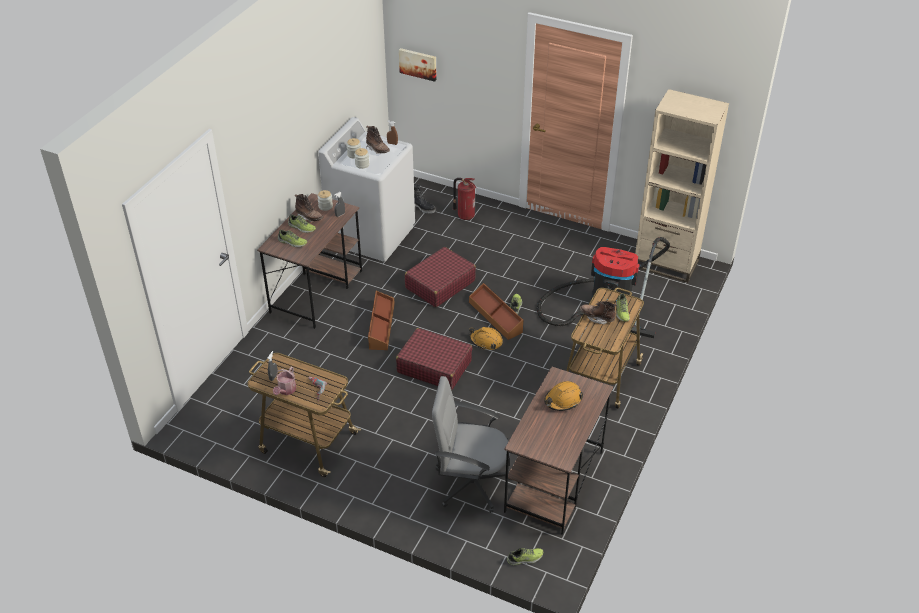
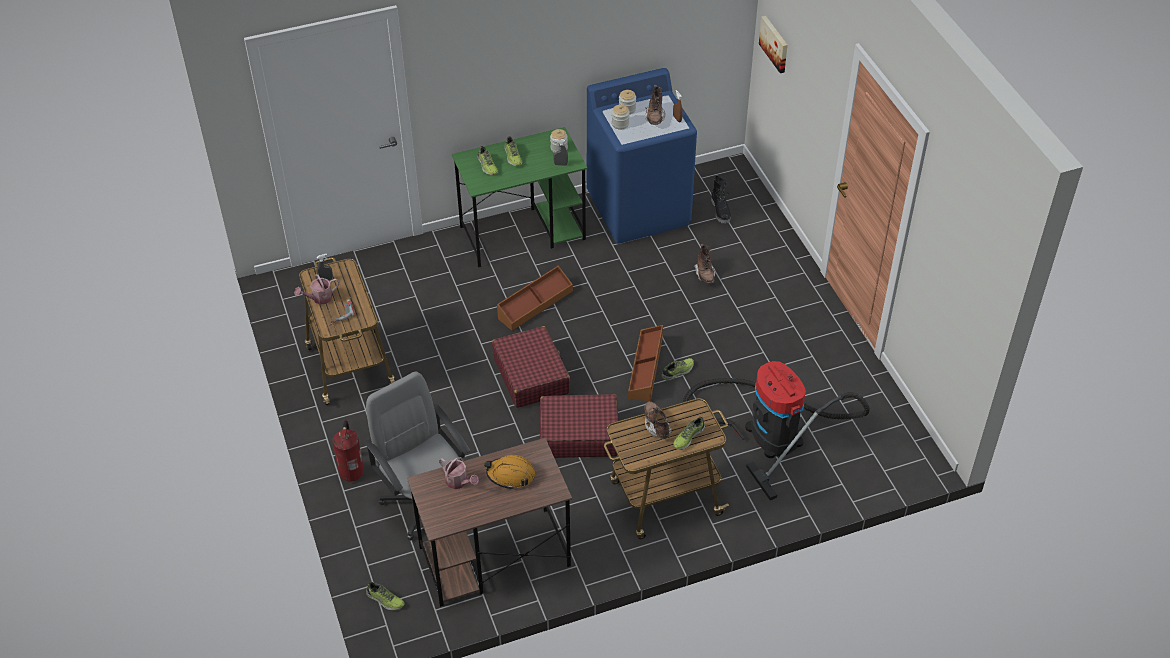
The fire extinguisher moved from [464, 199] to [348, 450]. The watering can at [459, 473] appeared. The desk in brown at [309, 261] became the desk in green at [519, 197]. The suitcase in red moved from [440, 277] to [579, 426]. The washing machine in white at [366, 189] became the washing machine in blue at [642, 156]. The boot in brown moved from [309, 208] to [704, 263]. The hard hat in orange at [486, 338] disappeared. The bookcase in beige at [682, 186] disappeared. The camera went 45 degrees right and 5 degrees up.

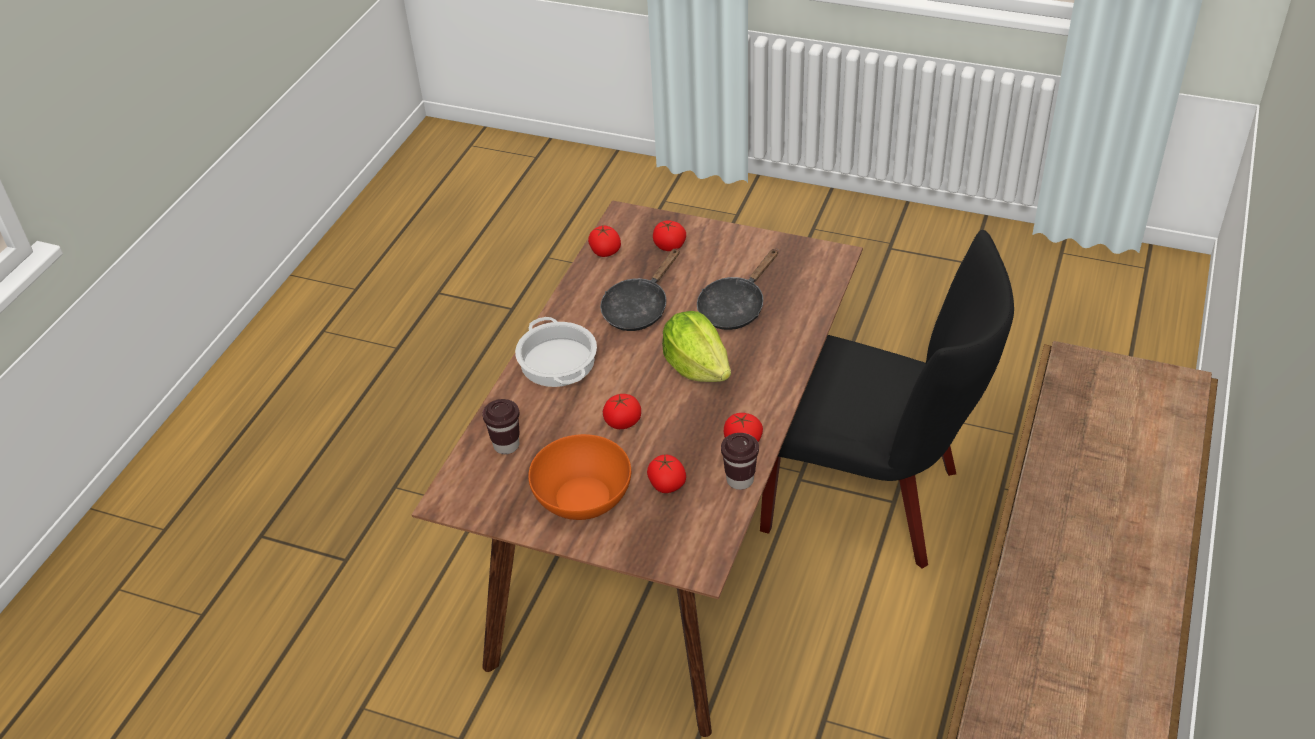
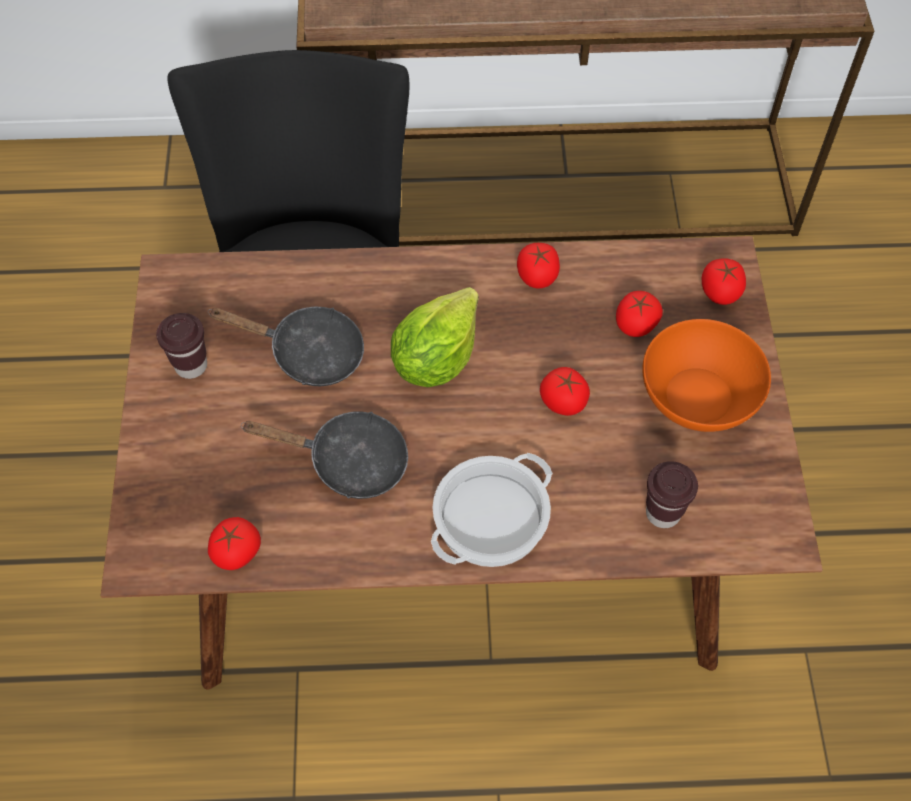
The cup in brown moved from [740, 461] to [181, 346]. The tomato moved from [669, 235] to [724, 281]. The camera went 115 degrees left and 15 degrees up.

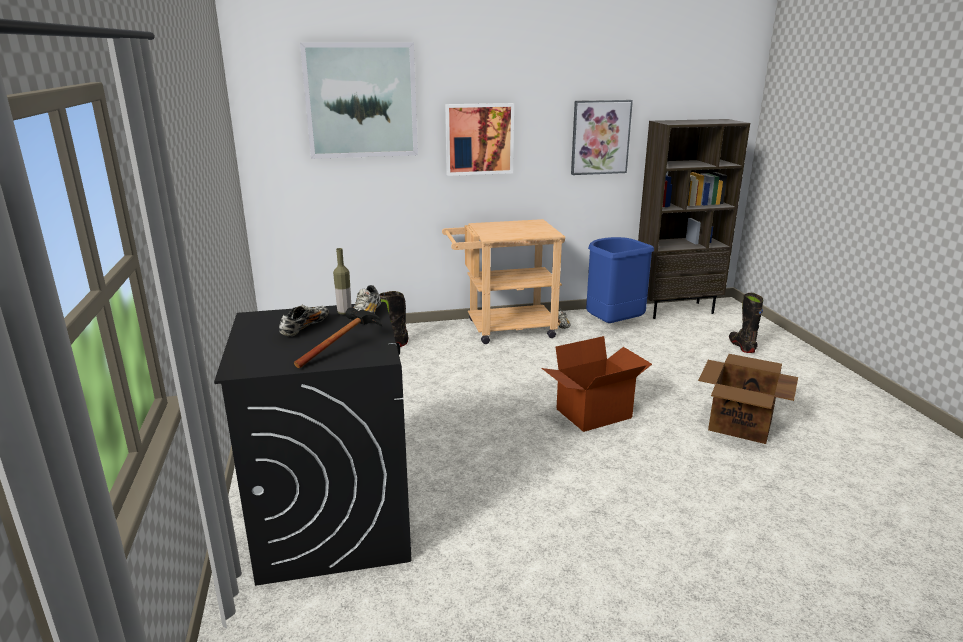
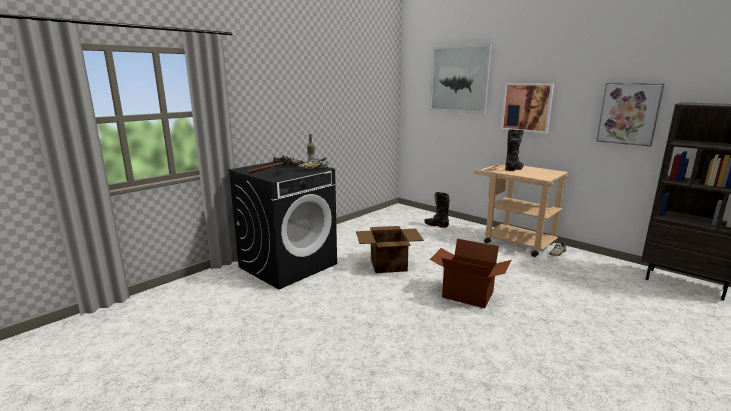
The cardboard box moved from [748, 399] to [390, 249]. The boot in black moved from [746, 323] to [514, 150]. The trash can in blue at [620, 280] disappeared. The camera went 55 degrees right and 5 degrees down.

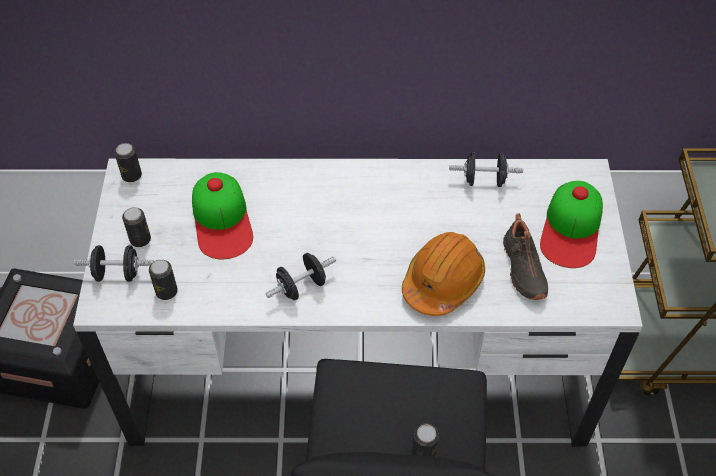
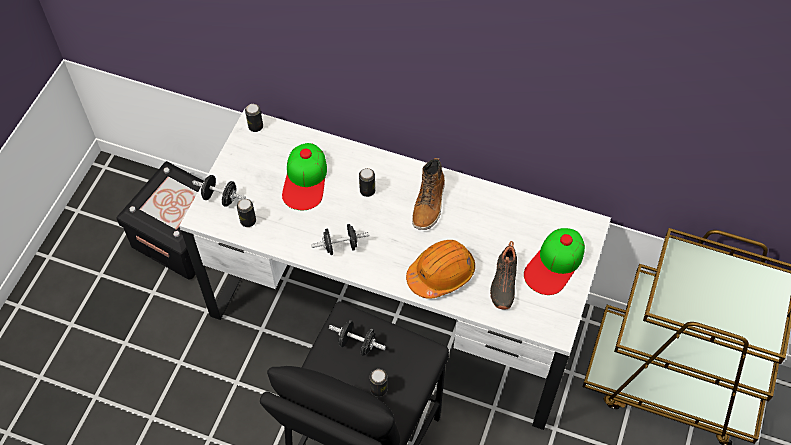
The dumbbell in black moved from [486, 169] to [357, 338]. The can moved from [136, 227] to [367, 182]. The boot at [428, 194] appeared. The camera went 20 degrees right and 5 degrees up.

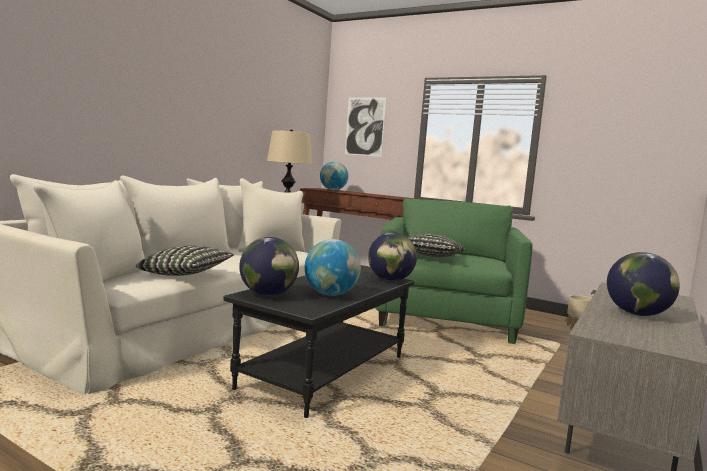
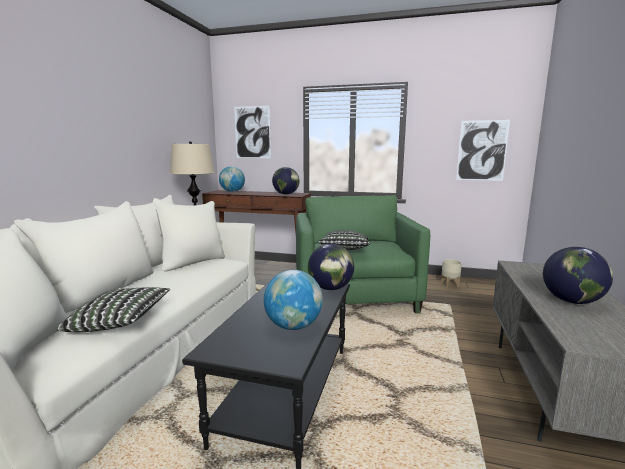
The globe moved from [269, 266] to [285, 181]. The picture at [483, 150] appeared. The camera went 15 degrees left and 5 degrees up.

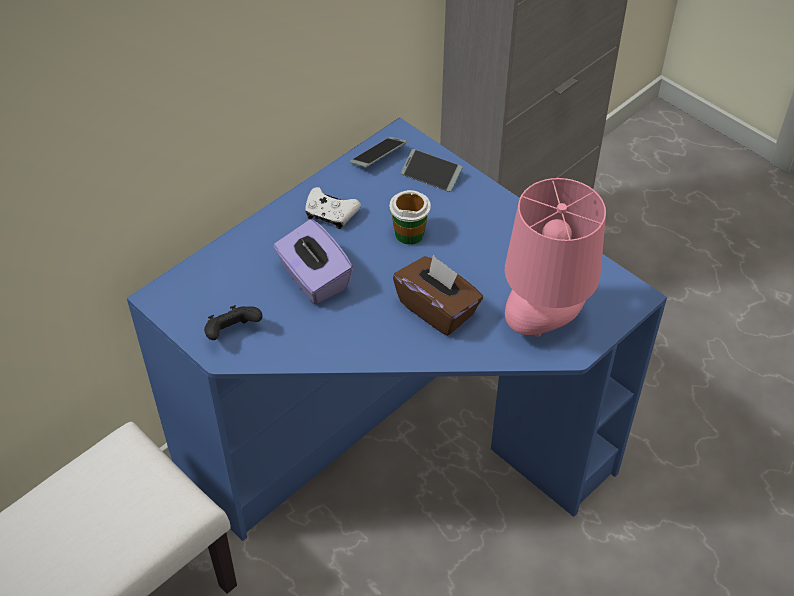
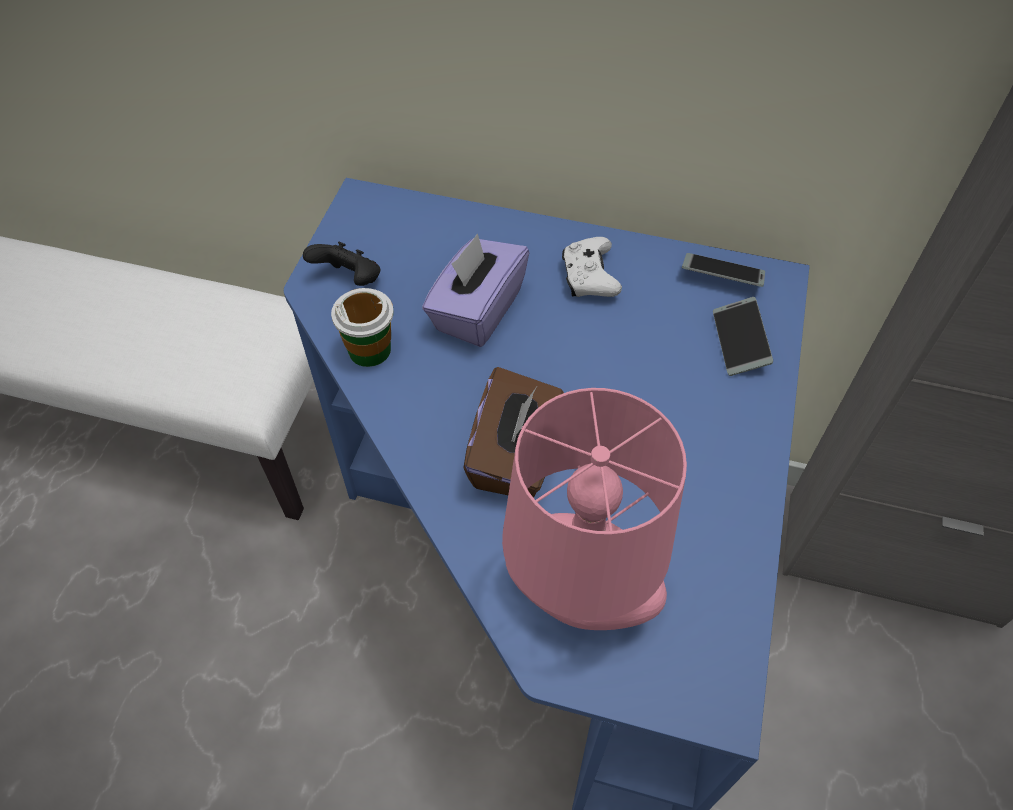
The cup moved from [410, 217] to [362, 327]. The camera went 60 degrees right and 5 degrees up.

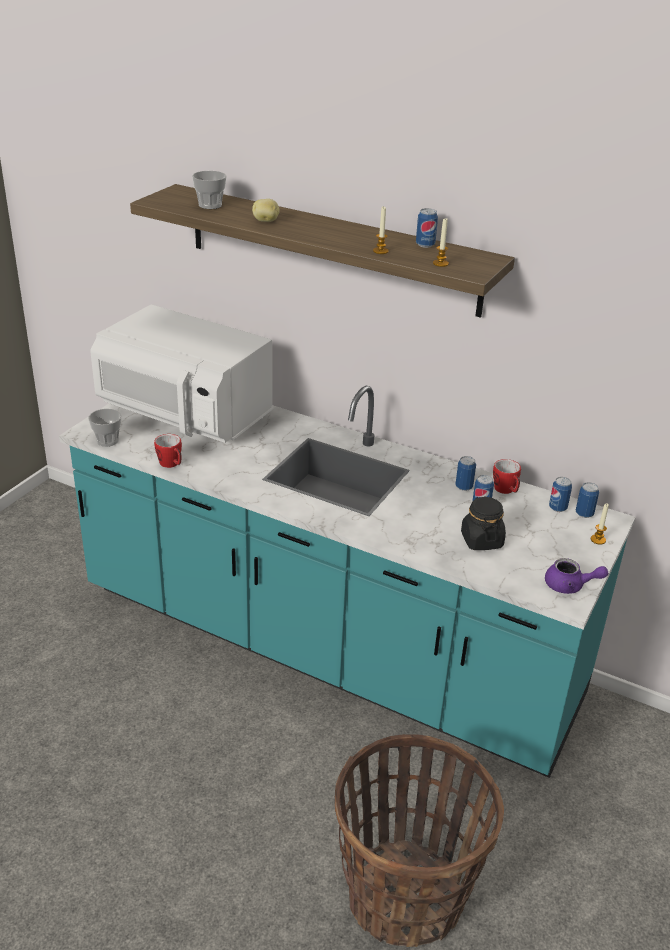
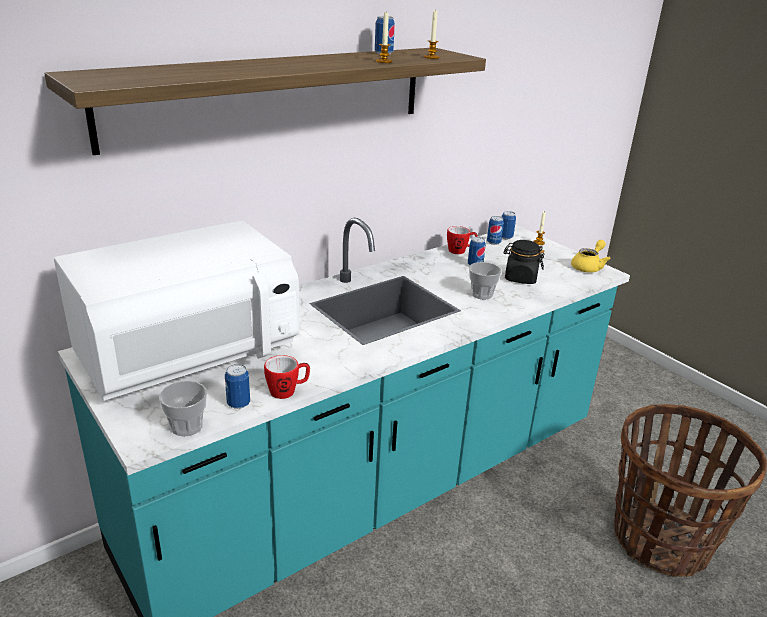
The can moved from [465, 473] to [237, 386]. The cup moved from [209, 190] to [485, 280]. The teapot in purple at [576, 576] became the teapot in yellow at [591, 256]. The potato at [266, 210] disappeared. The camera went 65 degrees left and 5 degrees down.

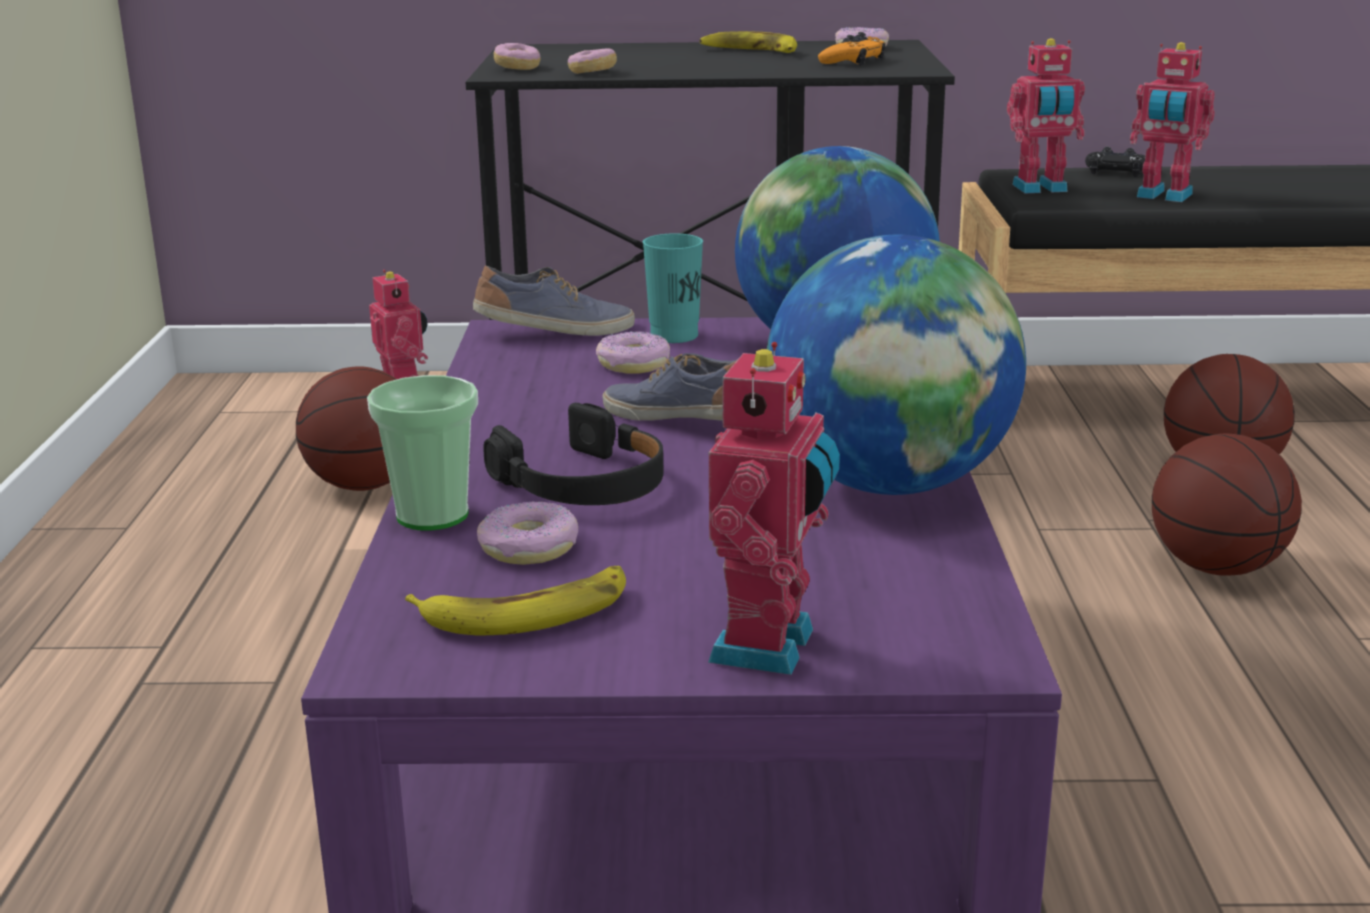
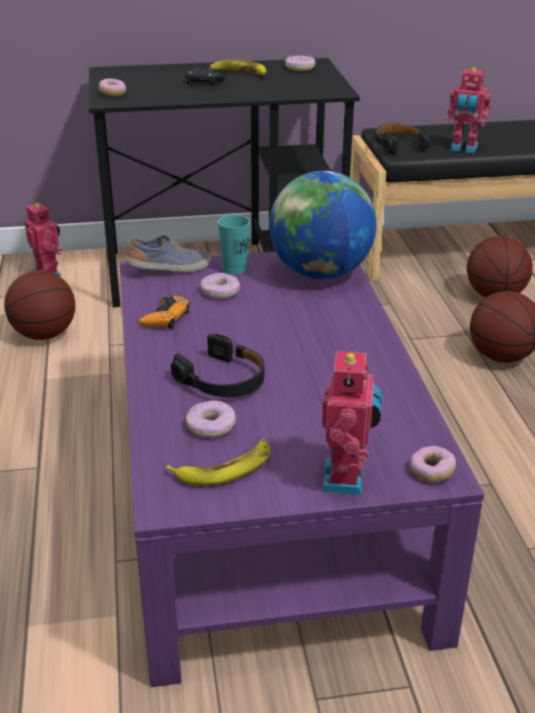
The game controller in orange moved from [851, 49] to [164, 312]. The game controller in black moved from [1115, 162] to [205, 76]. The toy robot at [1046, 115] was replaced by the headphones in black at [402, 139]. The donut moved from [592, 61] to [433, 464]. The cup at [422, 453] disappeared. The shoe at [670, 387] disappeared. The globe at [896, 365] disappeared. The camera went 10 degrees left and 10 degrees up.

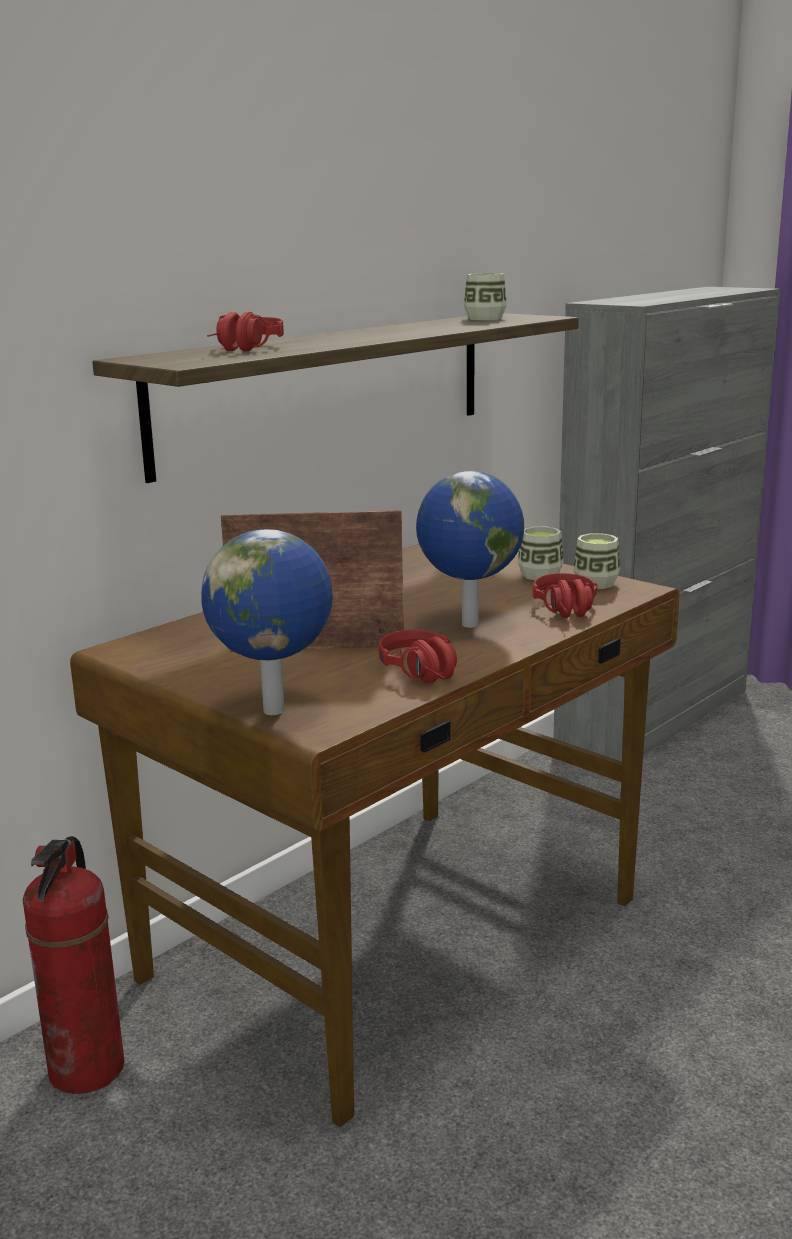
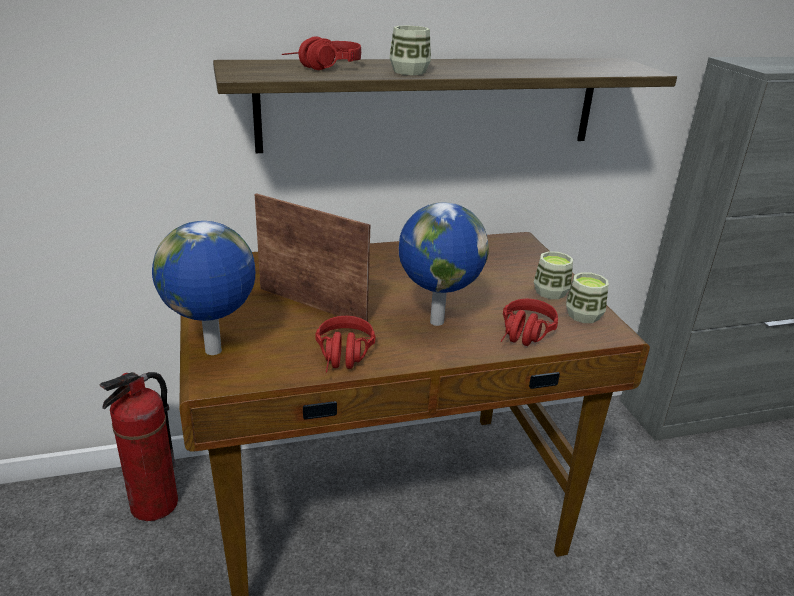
The cup moved from [485, 296] to [410, 50]. The camera went 30 degrees right and 10 degrees up.

